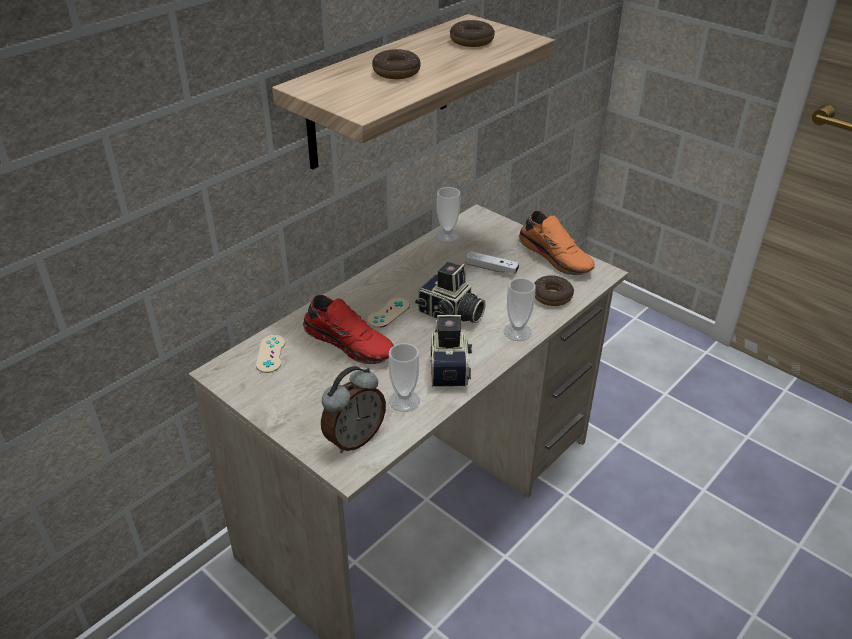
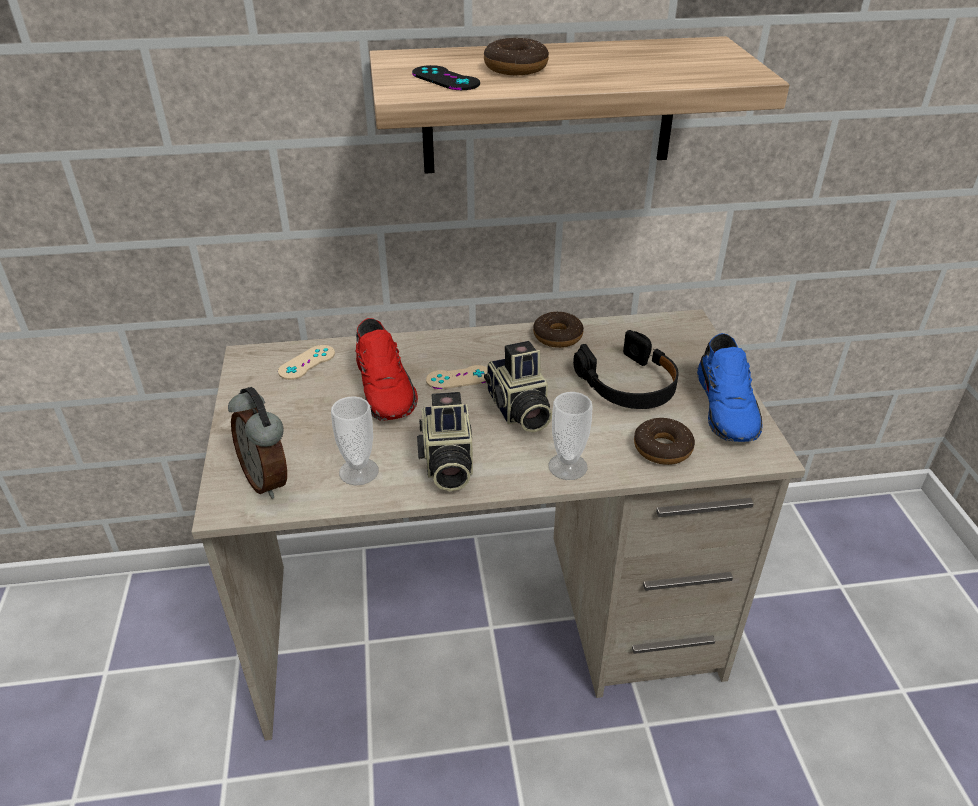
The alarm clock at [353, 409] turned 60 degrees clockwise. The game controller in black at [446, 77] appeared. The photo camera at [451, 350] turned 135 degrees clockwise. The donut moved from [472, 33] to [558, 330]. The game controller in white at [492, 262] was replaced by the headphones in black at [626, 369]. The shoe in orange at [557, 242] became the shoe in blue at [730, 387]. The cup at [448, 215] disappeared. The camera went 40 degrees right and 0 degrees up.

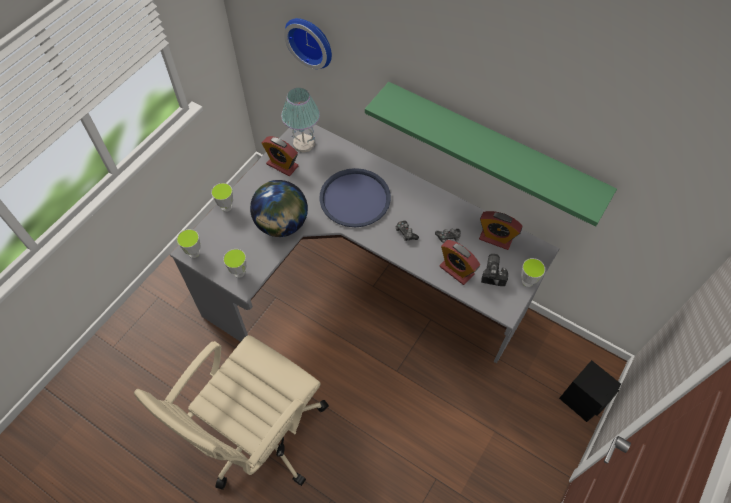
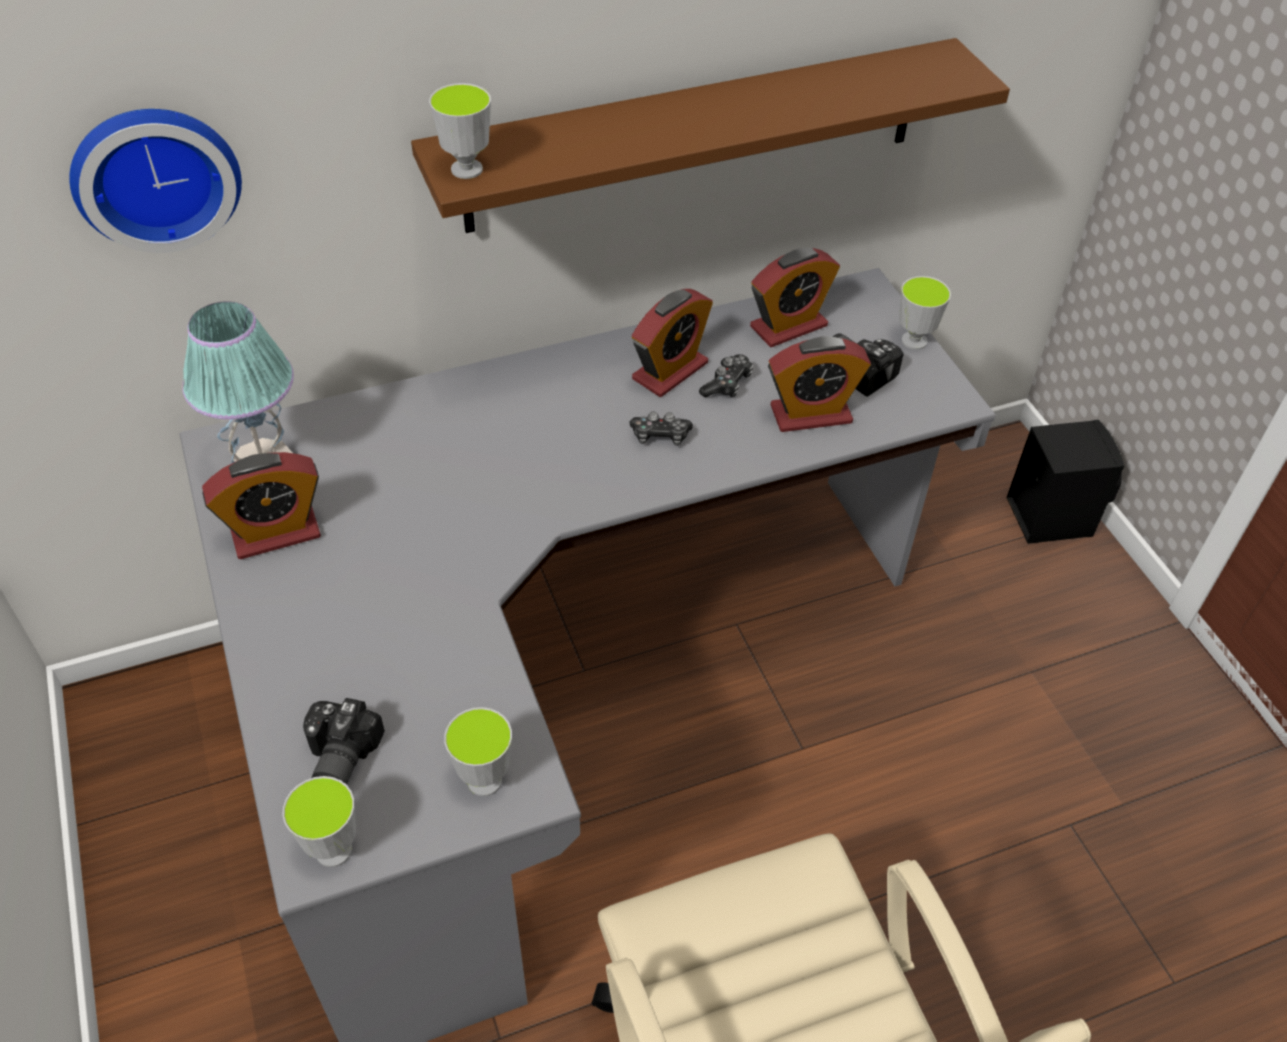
The photo camera at [344, 741] appeared. The shelf in green at [491, 154] became the shelf in brown at [710, 135]. The cup moved from [222, 197] to [460, 131]. The alarm clock at [672, 343] appeared. The globe at [279, 208] disappeared. The tray in blue at [355, 197] disappeared. The camera went 55 degrees left and 10 degrees down.

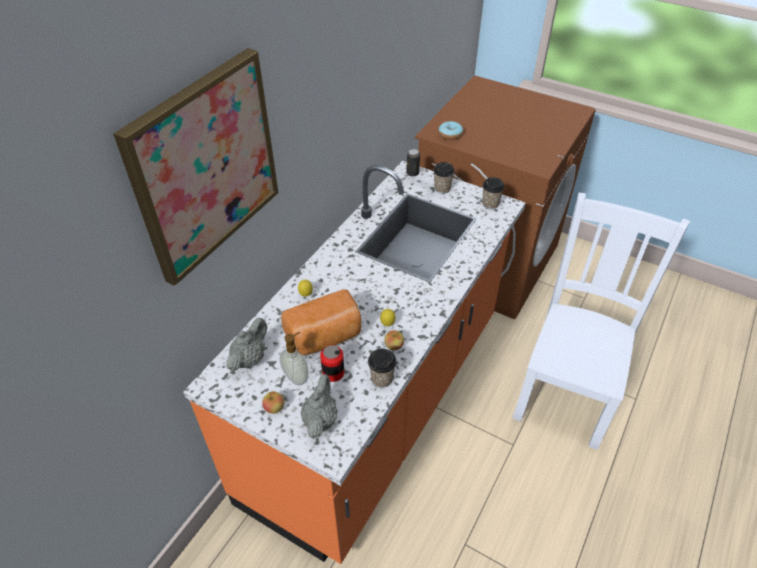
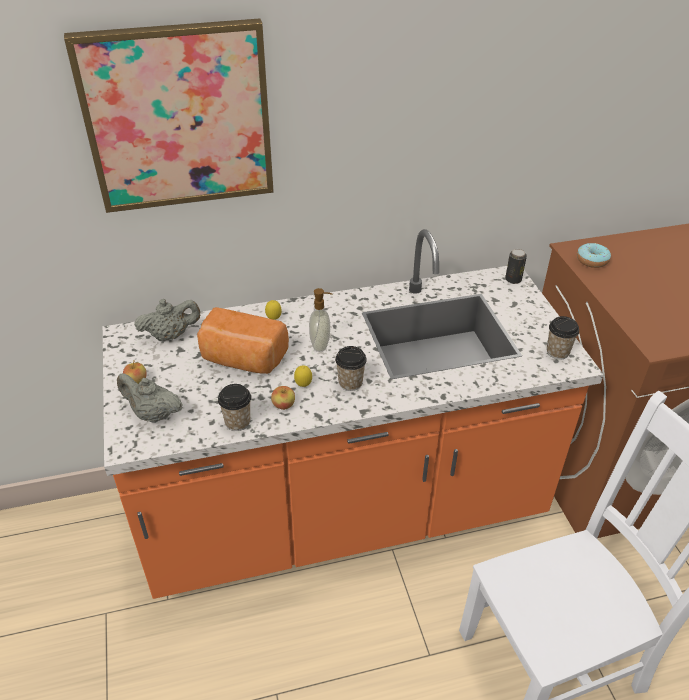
The teapot in grey at [319, 406] turned 120 degrees counterclockwise. The soap dispenser moved from [294, 358] to [320, 320]. The cup moved from [444, 178] to [351, 368]. The can at [332, 363] disappeared. The camera went 45 degrees right and 5 degrees down.

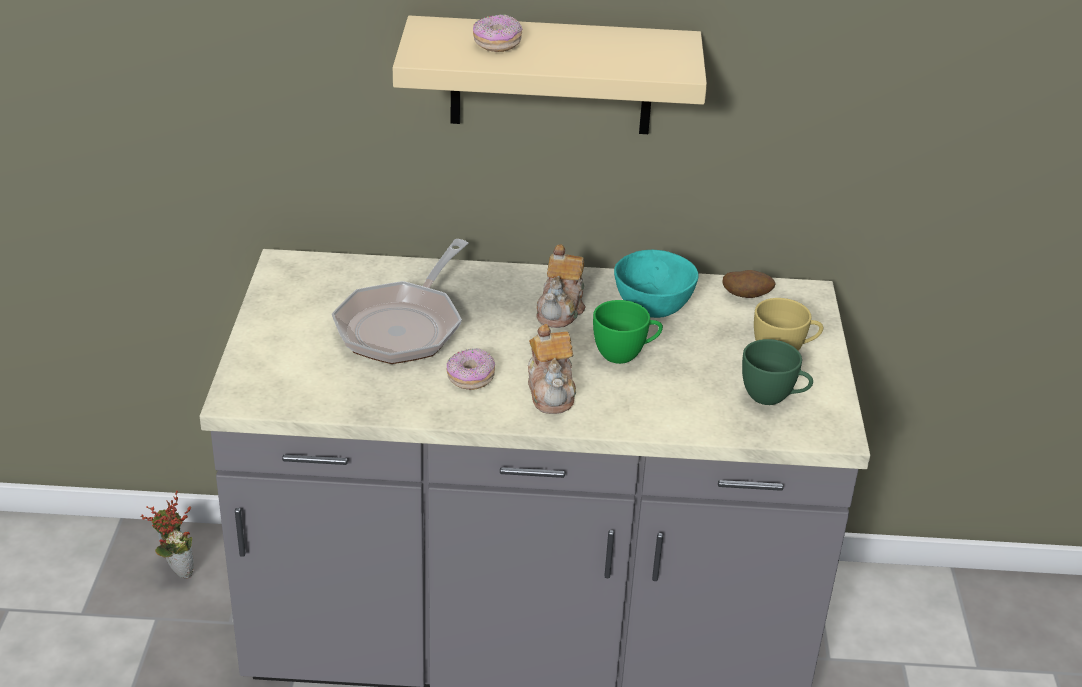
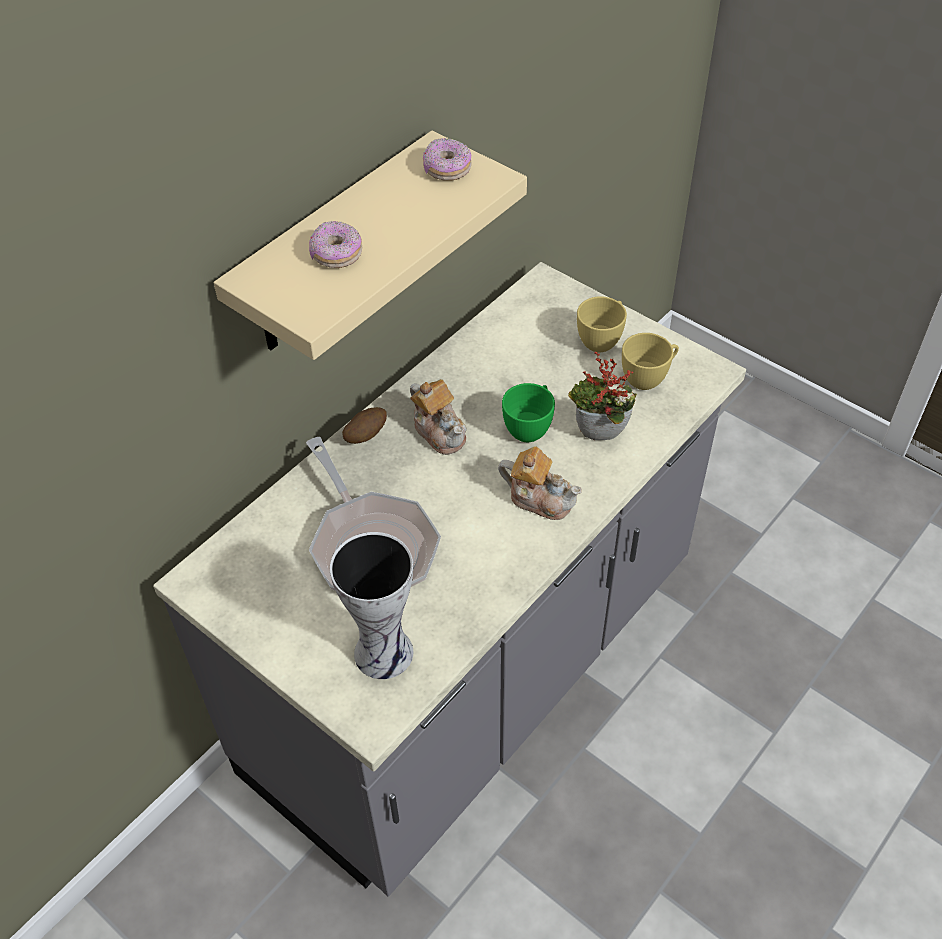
The vase at [371, 605] appeared. The potato moved from [749, 284] to [364, 425]. The donut moved from [470, 369] to [447, 159]. The potted plant moved from [167, 534] to [602, 395]. The cup in green at [777, 372] became the cup in yellow at [650, 361]. The bowl in turquoise at [656, 284] disappeared. The camera went 50 degrees left and 15 degrees up.

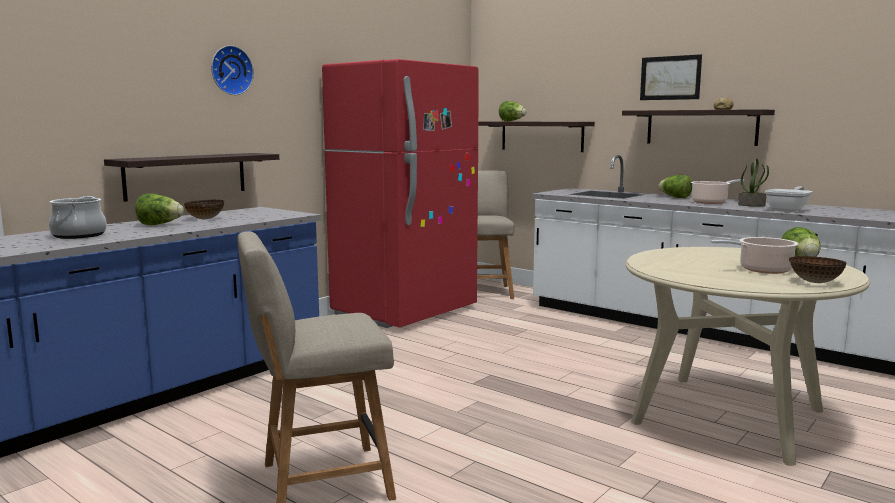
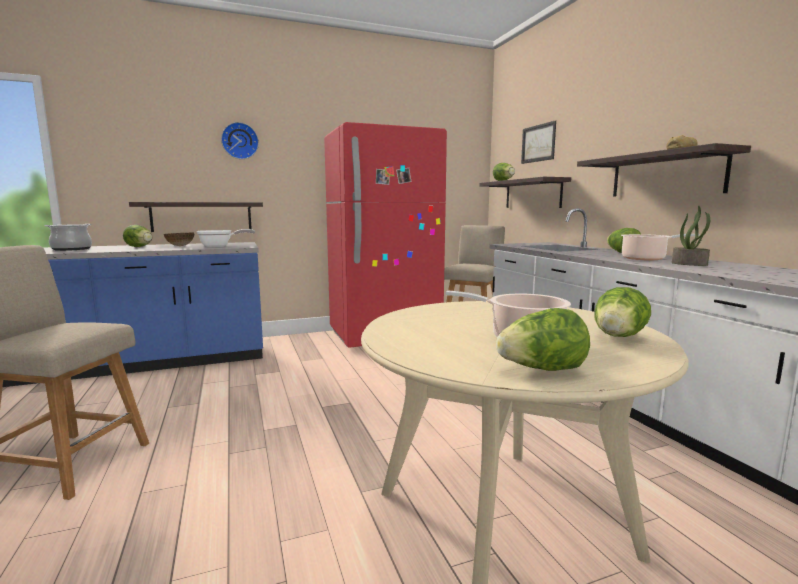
The frying pan moved from [789, 199] to [226, 238]. The bowl at [817, 269] was replaced by the lettuce at [543, 339]. The picture moved from [671, 77] to [538, 142]. The camera went 30 degrees right and 0 degrees up.

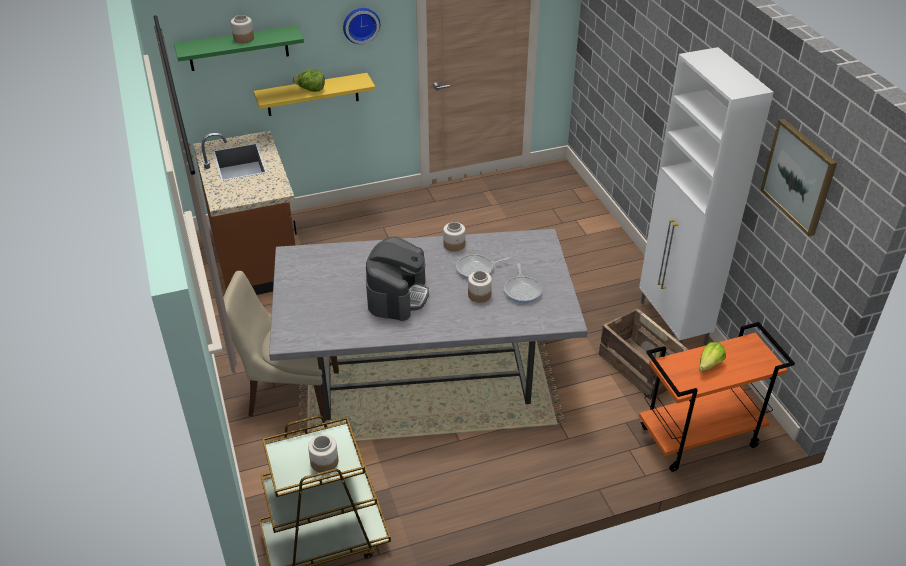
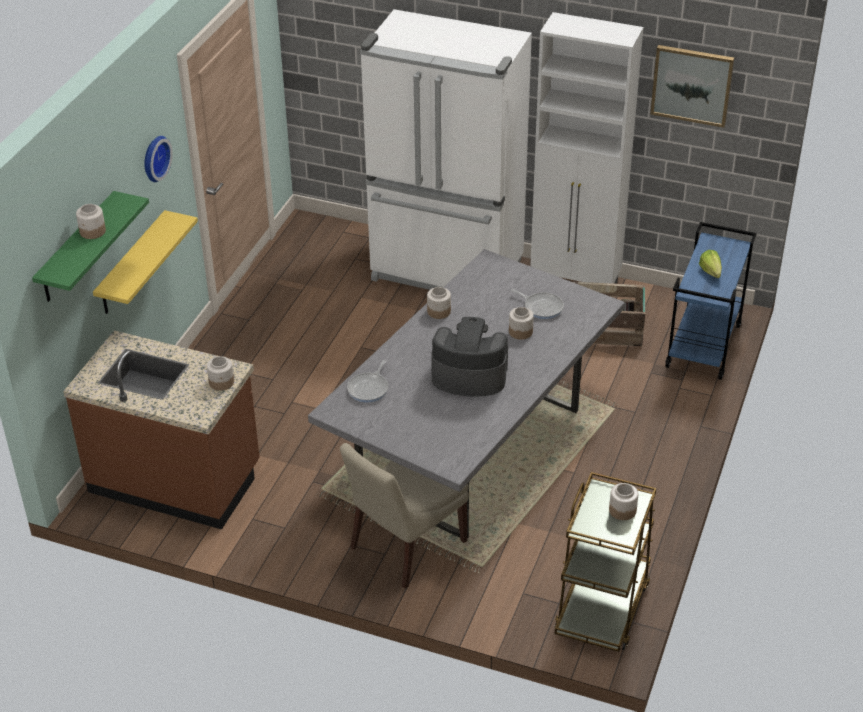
The jar at [220, 373] appeared. The frying pan moved from [483, 266] to [367, 381]. The fridge in white at [446, 149] appeared. The coffee machine at [397, 279] turned 45 degrees counterclockwise. The cart in orange at [717, 397] became the cart in blue at [711, 301]. The lettuce at [309, 81] disappeared. The camera went 50 degrees left and 0 degrees up.

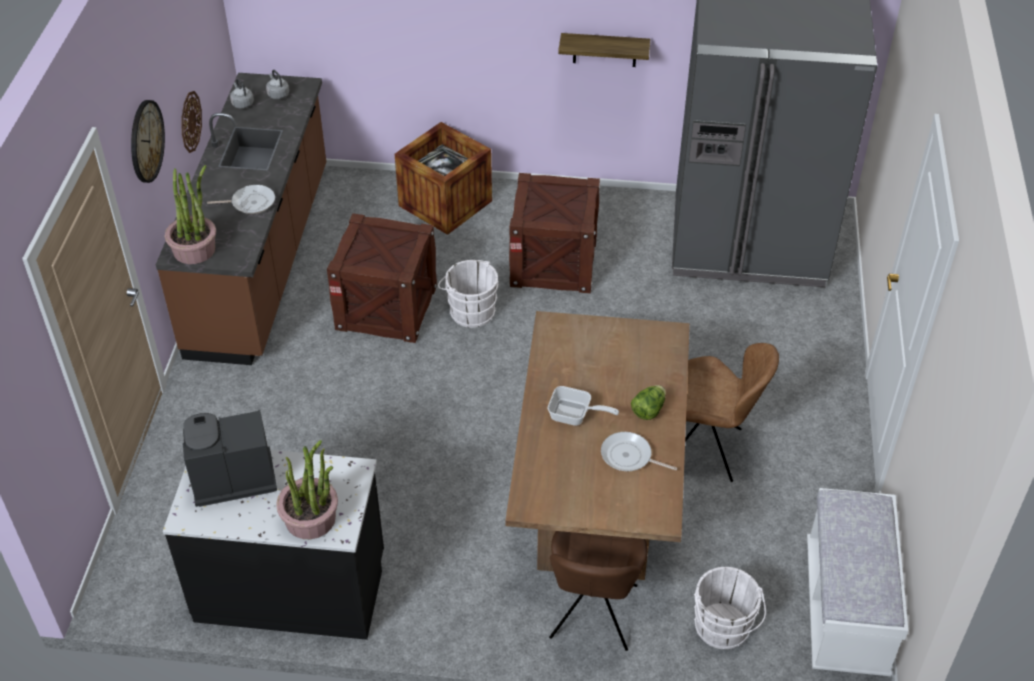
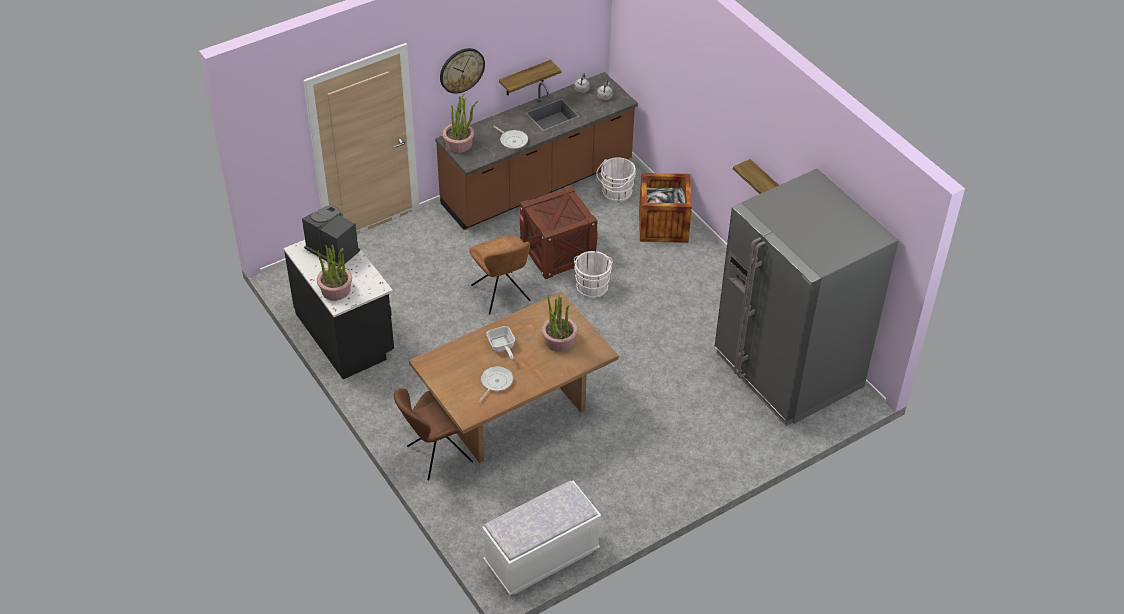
The chair in brown moved from [732, 412] to [499, 274]. The frying pan at [639, 451] turned 45 degrees clockwise. The wall clock at [191, 122] was replaced by the shelf at [530, 77]. The potted plant at [559, 323] appeared. The bucket in white moved from [730, 608] to [616, 179]. The crate at [555, 233] disappeared. The lettuce at [648, 402] disappeared. The camera went 50 degrees right and 0 degrees up.

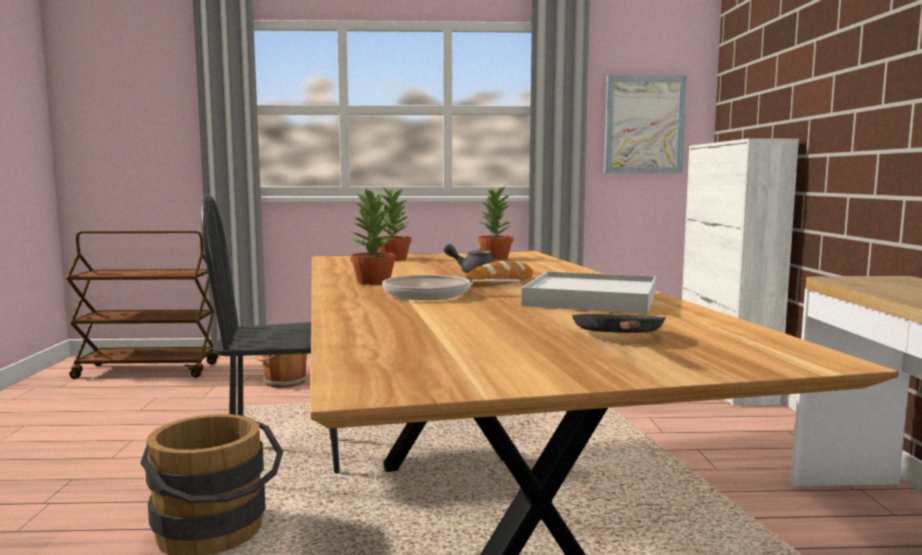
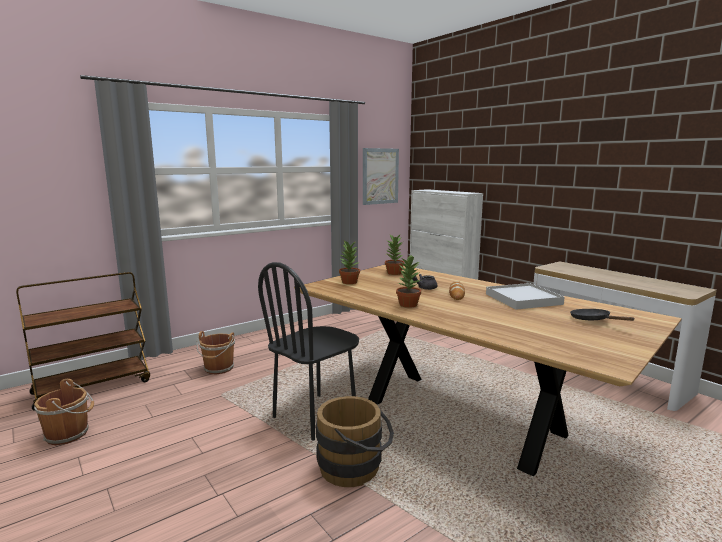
The bucket in brown at [64, 412] appeared. The frying pan at [451, 287] disappeared. The camera went 35 degrees left and 5 degrees up.

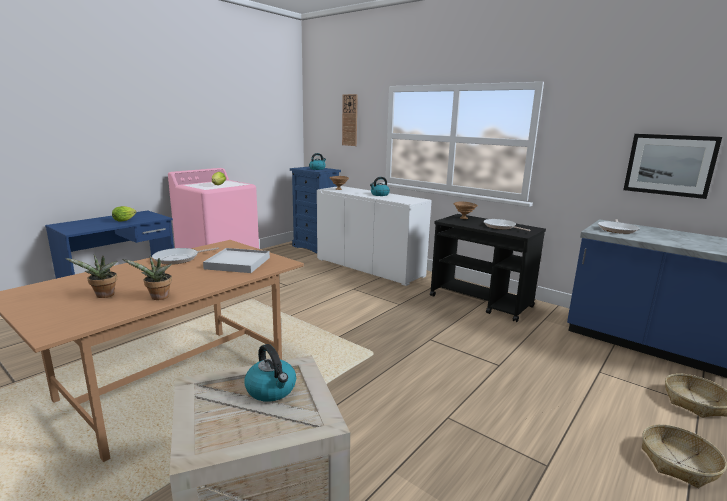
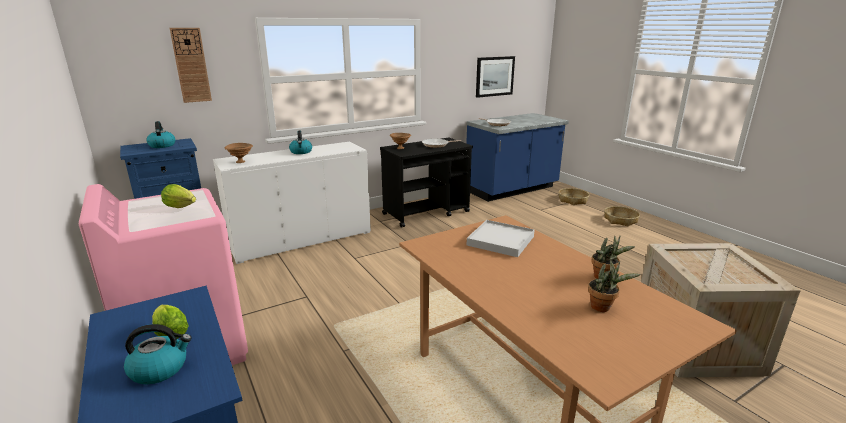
The kettle moved from [270, 373] to [158, 354]. The frying pan at [185, 256] disappeared. The camera went 70 degrees left and 5 degrees up.

